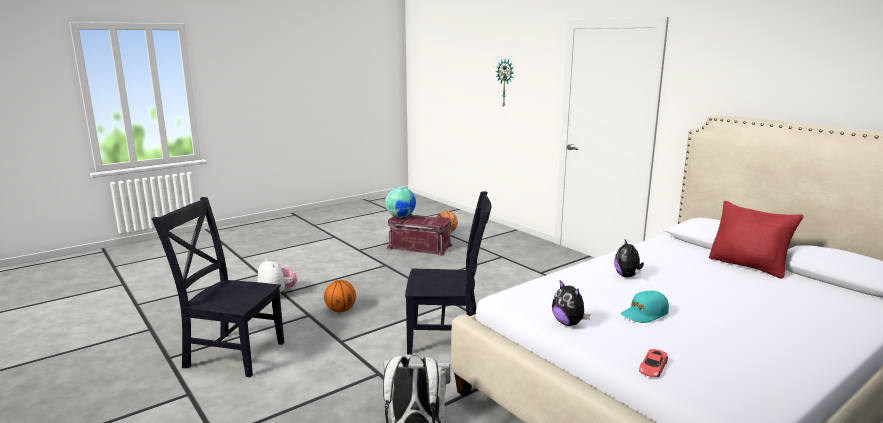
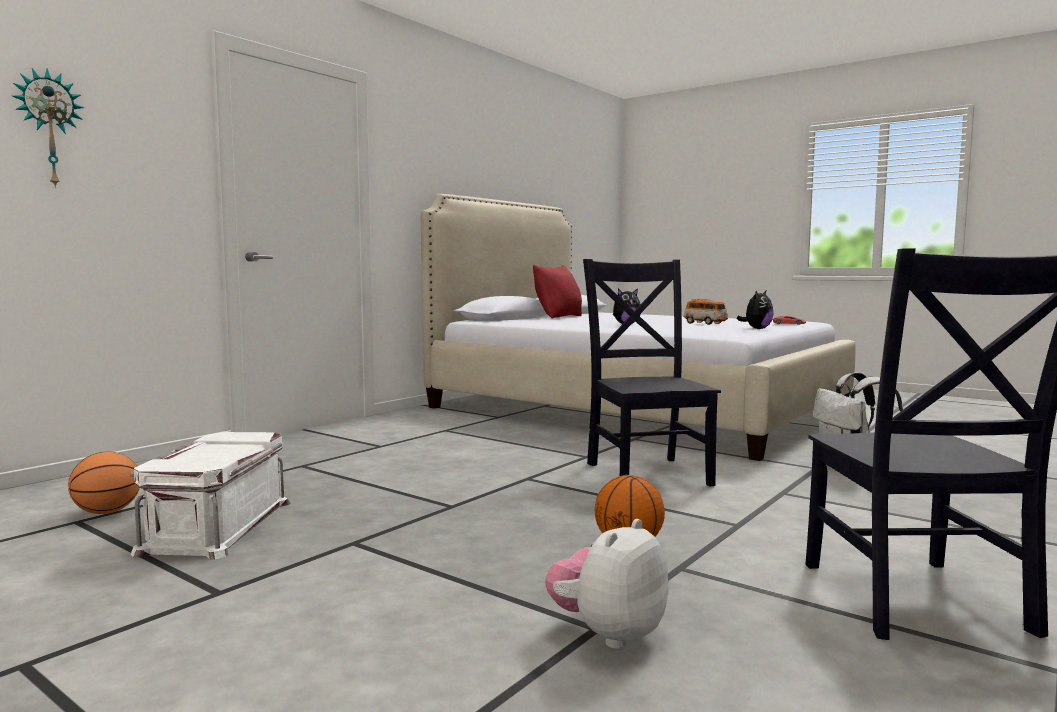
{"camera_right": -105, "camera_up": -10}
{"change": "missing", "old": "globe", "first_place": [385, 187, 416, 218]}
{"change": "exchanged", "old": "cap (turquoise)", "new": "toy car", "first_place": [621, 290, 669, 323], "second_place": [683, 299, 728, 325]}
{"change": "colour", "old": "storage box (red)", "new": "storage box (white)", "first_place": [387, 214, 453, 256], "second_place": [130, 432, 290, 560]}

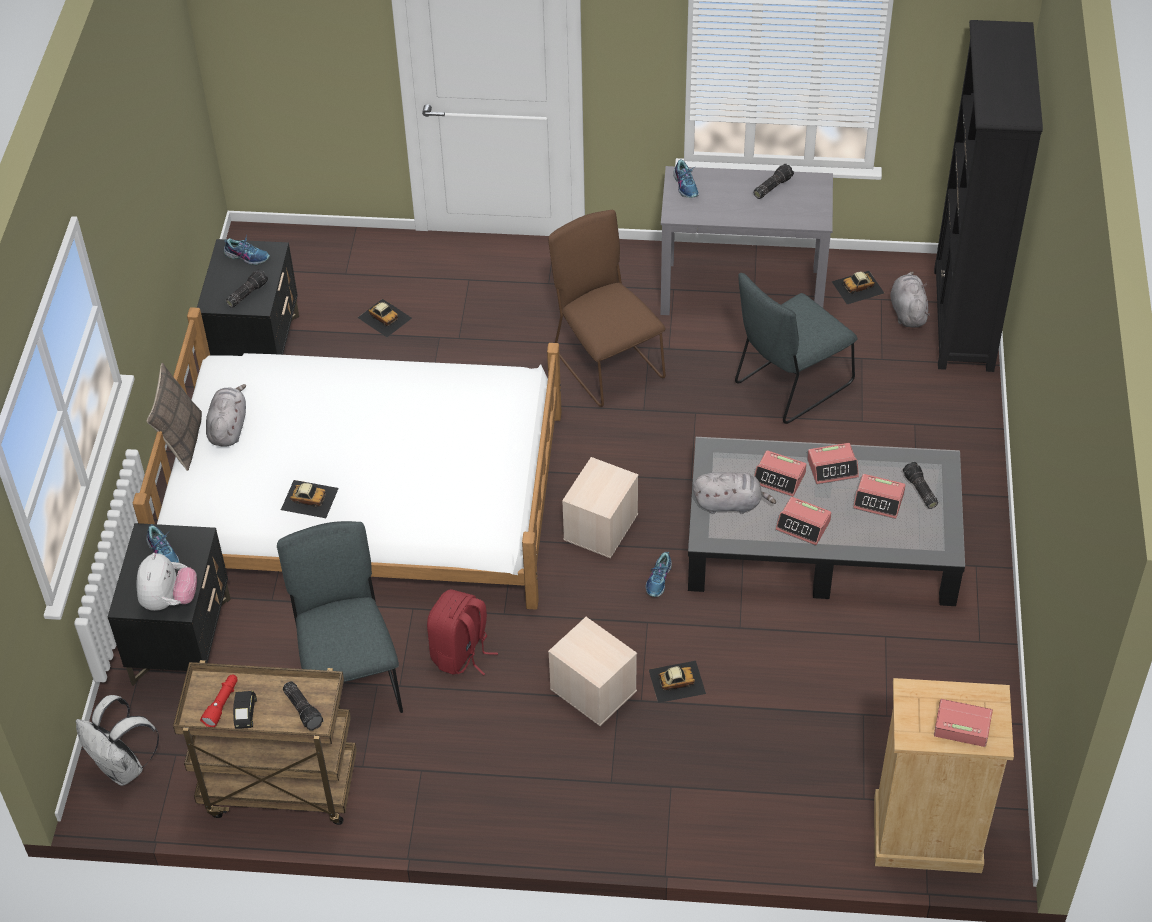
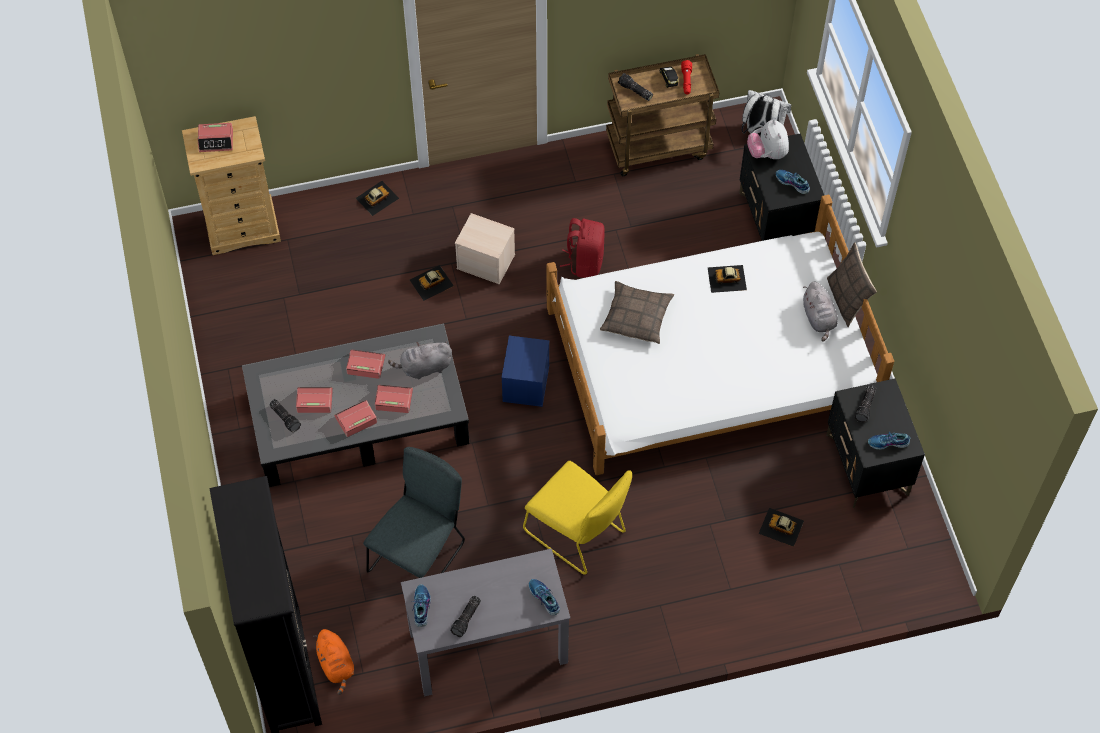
{"camera_right": 160, "camera_up": 10}
{"change": "missing", "old": "chair (grey)", "first_place": [277, 521, 403, 713]}
{"change": "appeared", "new": "pillow", "second_place": [600, 281, 674, 344]}
{"change": "relocated", "old": "shoe", "first_place": [646, 552, 672, 597], "second_place": [411, 584, 431, 627]}
{"change": "relocated", "old": "toy car", "first_place": [831, 271, 885, 304], "second_place": [356, 181, 399, 216]}
{"change": "colour", "old": "chair (brown)", "new": "chair (yellow)", "first_place": [548, 210, 666, 407], "second_place": [523, 461, 632, 575]}
{"change": "colour", "old": "storage box (beige)", "new": "storage box (blue)", "first_place": [562, 457, 638, 558], "second_place": [501, 336, 550, 407]}
{"change": "colour", "old": "plush toy (grey)", "new": "plush toy (orange)", "first_place": [890, 271, 930, 328], "second_place": [313, 629, 354, 695]}

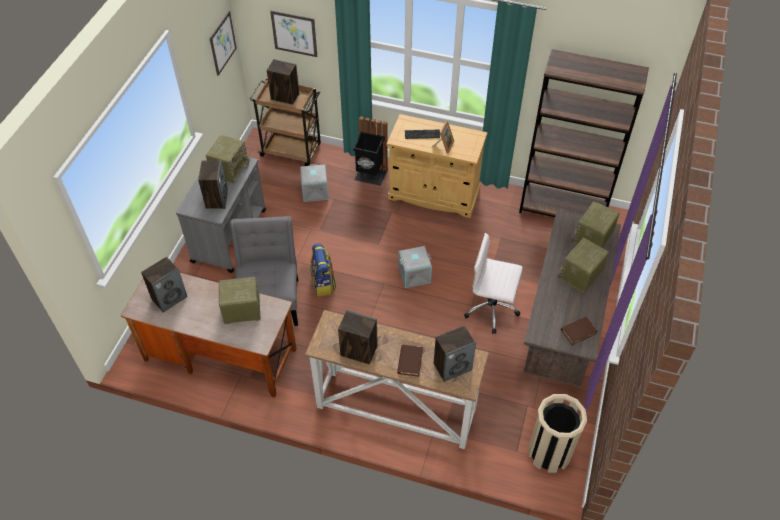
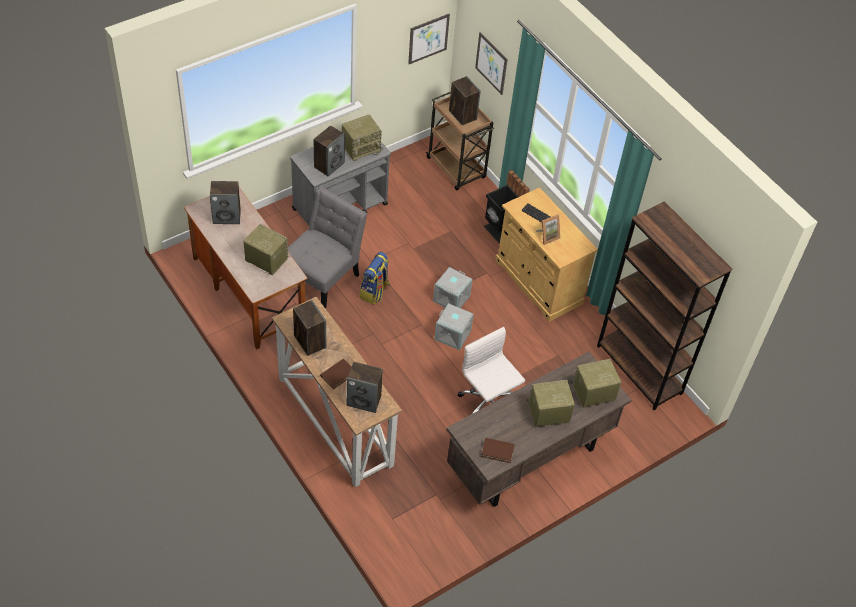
{"camera_right": 35, "camera_up": 0}
{"change": "missing", "old": "trash can (beige)", "first_place": [528, 394, 587, 473]}
{"change": "relocated", "old": "storage box (grey)", "first_place": [300, 164, 329, 202], "second_place": [433, 267, 472, 308]}

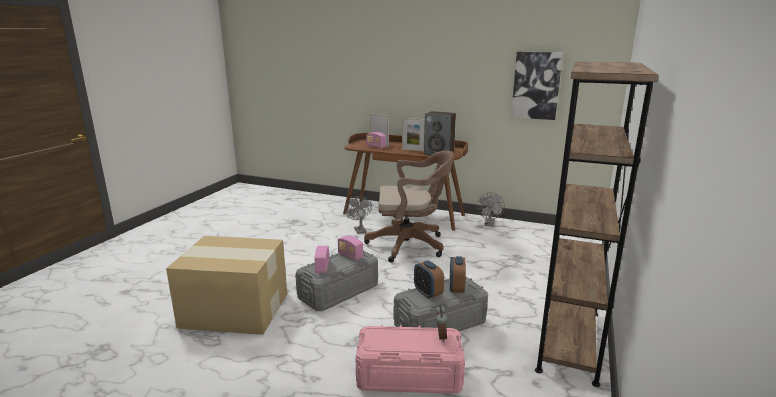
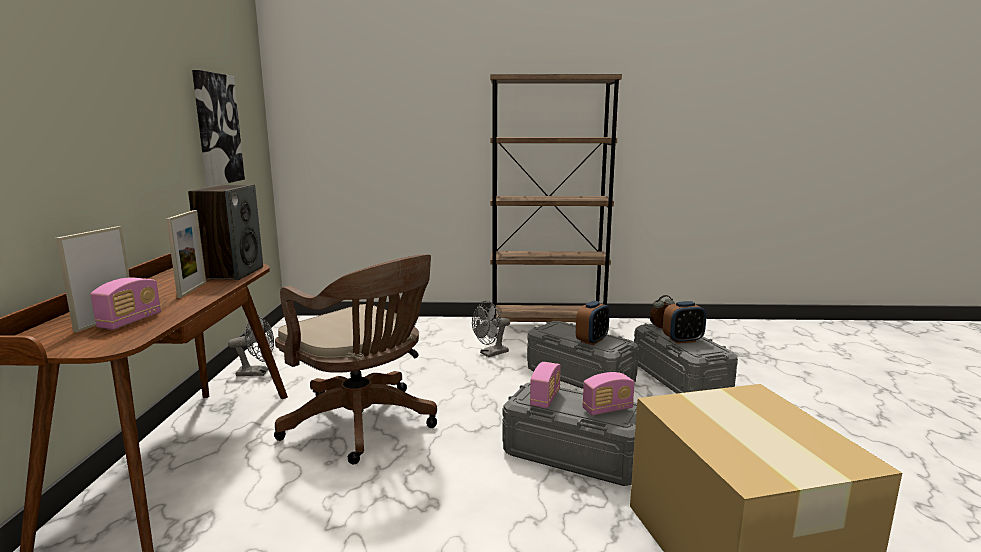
{"camera_right": -110, "camera_up": -5}
{"change": "relocated", "old": "fan (grey)", "first_place": [345, 196, 372, 234], "second_place": [472, 301, 510, 357]}
{"change": "relocated", "old": "alarm clock", "first_place": [450, 256, 466, 293], "second_place": [663, 301, 707, 344]}
{"change": "colour", "old": "storage box (pink)", "new": "storage box (grey)", "first_place": [355, 325, 465, 394], "second_place": [634, 323, 738, 394]}
{"change": "spun", "old": "office chair (brown)", "first_place": [364, 150, 454, 263], "second_place": [274, 254, 437, 464], "degrees": 150}

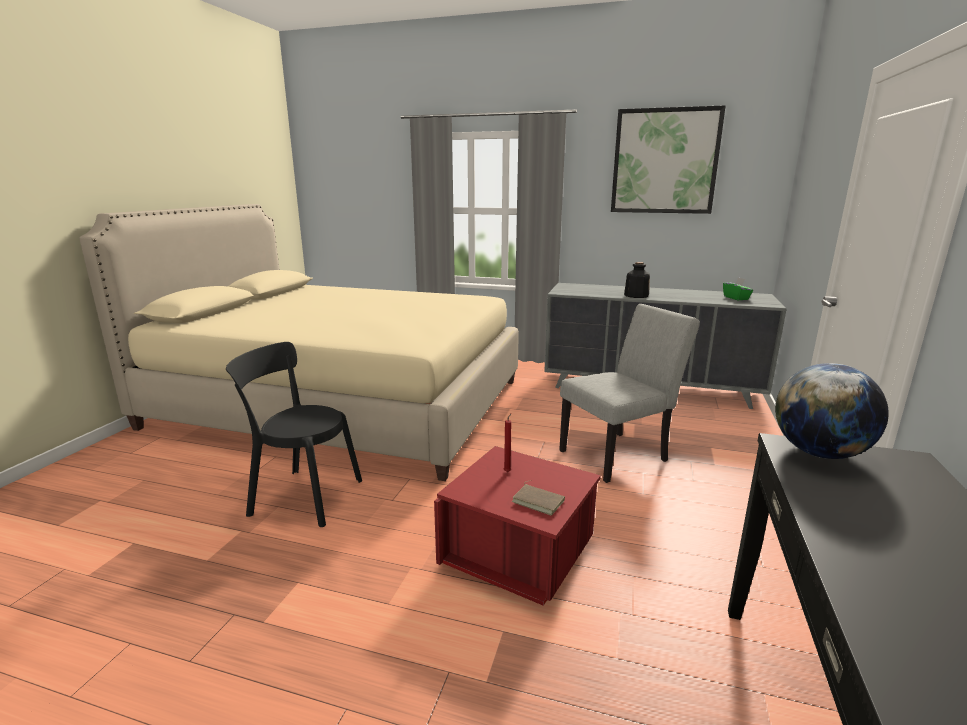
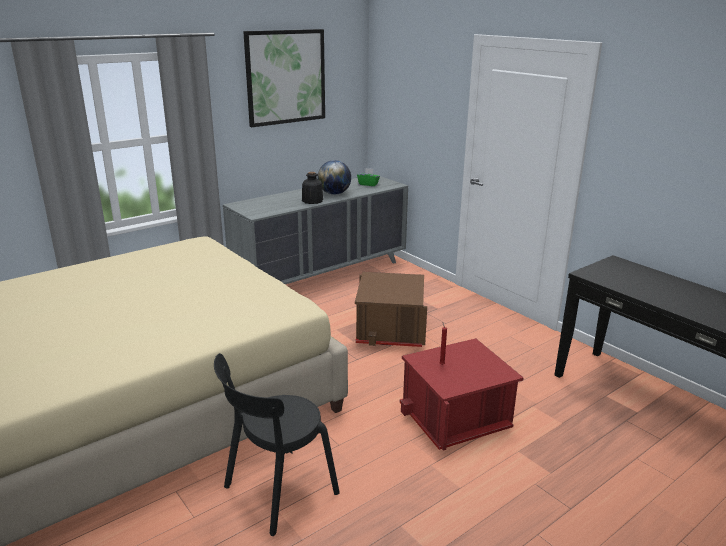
{"camera_right": -55, "camera_up": 5}
{"change": "missing", "old": "book (brown)", "first_place": [512, 480, 565, 516]}
{"change": "relocated", "old": "globe", "first_place": [775, 363, 889, 459], "second_place": [317, 160, 351, 195]}
{"change": "exchanged", "old": "chair (grey)", "new": "storage box (brown)", "first_place": [559, 304, 700, 483], "second_place": [355, 272, 427, 347]}

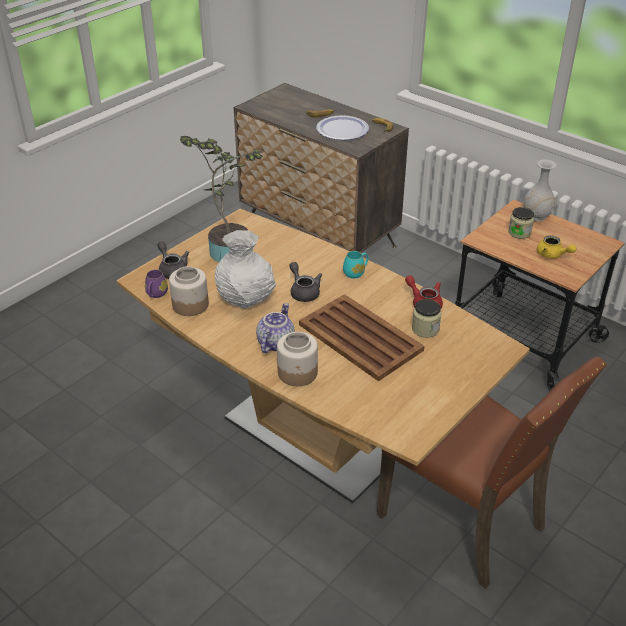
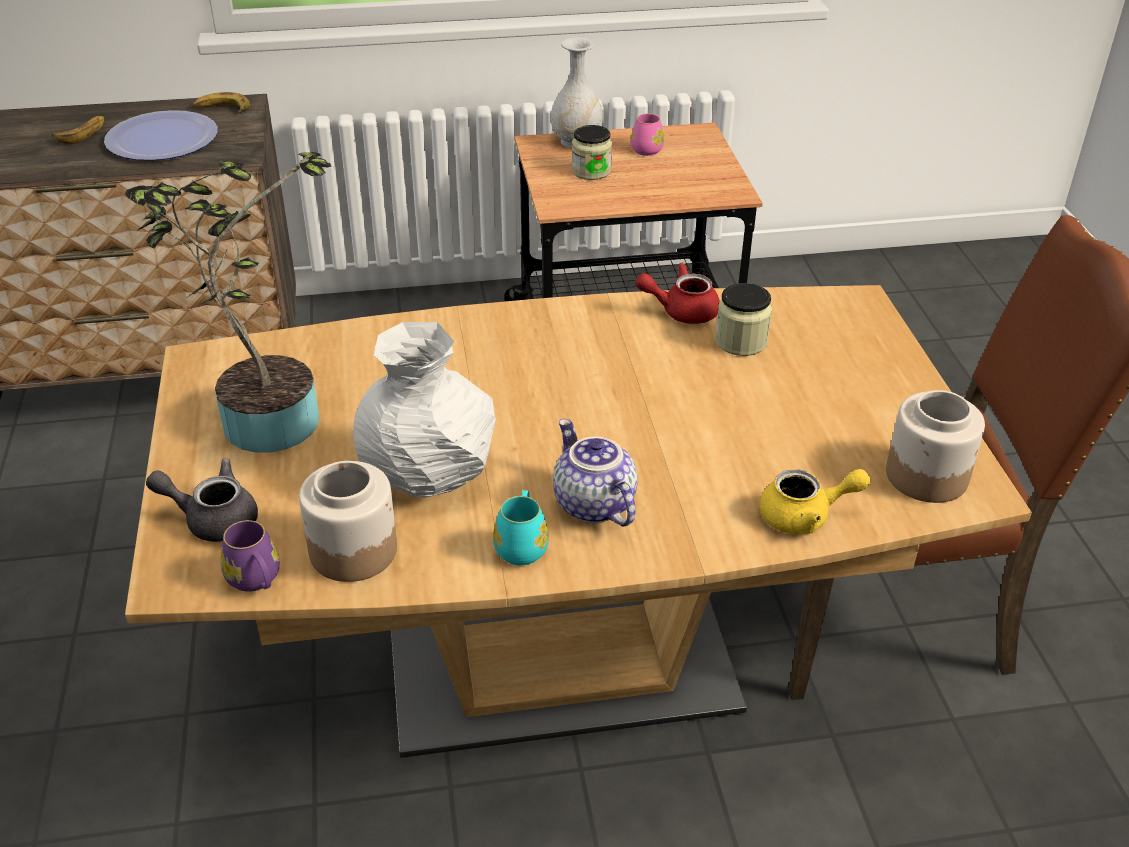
{"camera_right": -50, "camera_up": 0}
{"change": "missing", "old": "teapot (grey)", "first_place": [290, 262, 322, 302]}
{"change": "missing", "old": "tray (brown)", "first_place": [299, 294, 424, 381]}
{"change": "appeared", "new": "mug (pink)", "second_place": [631, 113, 664, 156]}
{"change": "relocated", "old": "jar", "first_place": [277, 332, 318, 386], "second_place": [886, 390, 985, 503]}
{"change": "relocated", "old": "mug (turquoise)", "first_place": [343, 251, 369, 278], "second_place": [493, 490, 549, 565]}
{"change": "relocated", "old": "teapot (yellow)", "first_place": [537, 235, 577, 259], "second_place": [759, 469, 870, 534]}

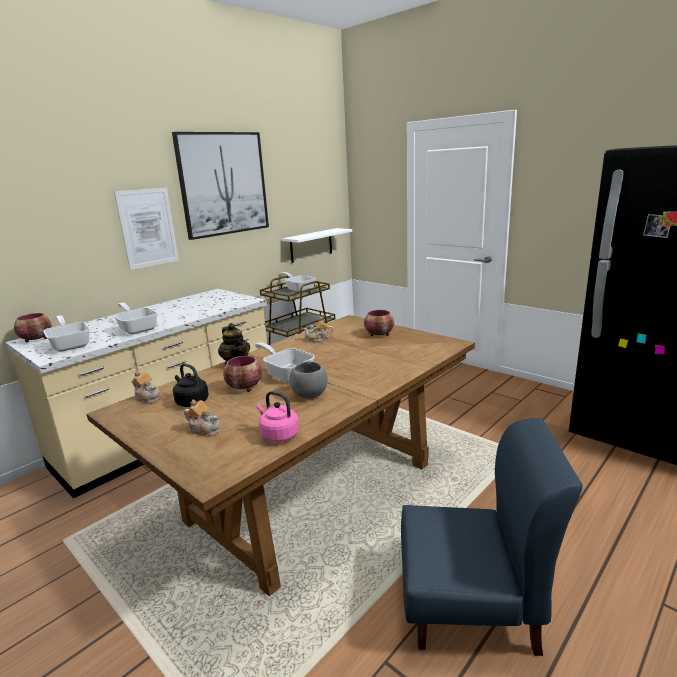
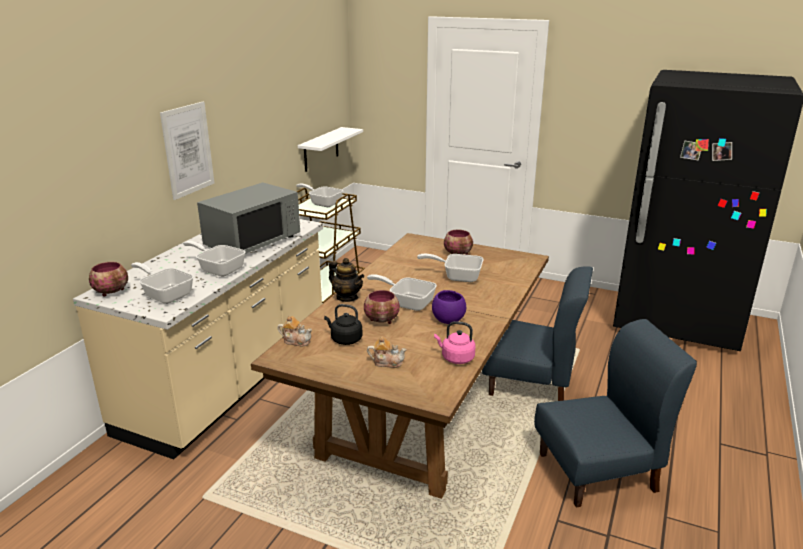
{"camera_right": -20, "camera_up": 5}
{"change": "missing", "old": "picture", "first_place": [172, 132, 269, 240]}
{"change": "missing", "old": "teapot", "first_place": [303, 317, 333, 343]}
{"change": "appeared", "new": "microwave (grey)", "second_place": [197, 182, 300, 254]}
{"change": "appeared", "new": "frying pan", "second_place": [417, 254, 484, 282]}
{"change": "appeared", "new": "chair (blue)", "second_place": [482, 266, 593, 401]}
{"change": "colour", "old": "bowl (grey)", "new": "bowl (purple)", "first_place": [289, 361, 328, 399], "second_place": [432, 290, 466, 324]}

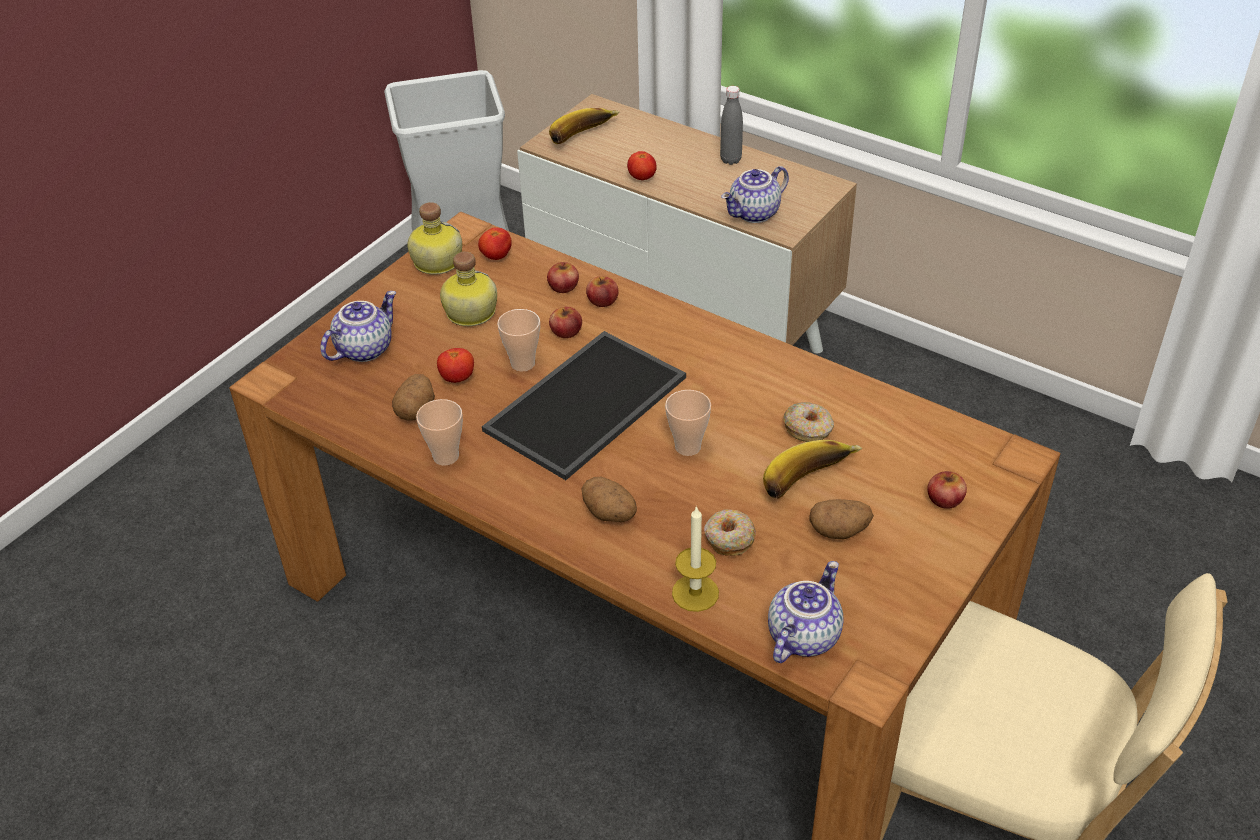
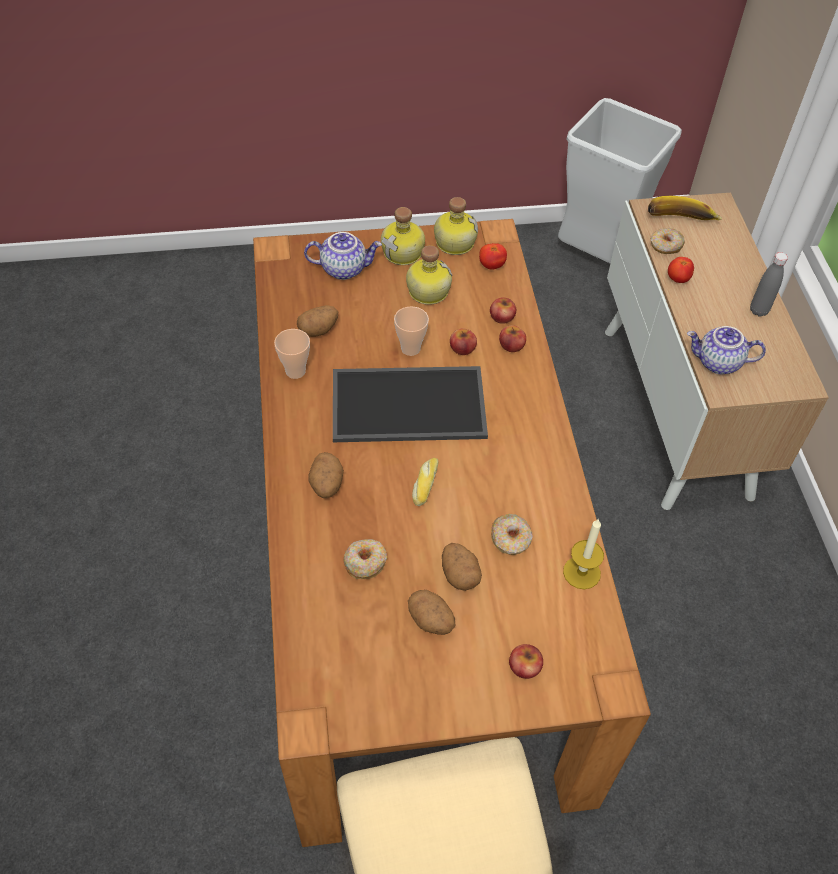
{"camera_right": 45, "camera_up": 10}
{"change": "missing", "old": "tomato", "first_place": [437, 348, 474, 383]}
{"change": "missing", "old": "teapot", "first_place": [768, 561, 844, 663]}
{"change": "appeared", "new": "bottle", "second_place": [381, 207, 425, 265]}
{"change": "appeared", "new": "donut", "second_place": [651, 228, 685, 254]}
{"change": "relocated", "old": "candle", "first_place": [672, 506, 719, 612], "second_place": [563, 519, 604, 589]}
{"change": "exchanged", "old": "cup", "new": "bread", "first_place": [665, 390, 711, 456], "second_place": [412, 458, 438, 506]}
{"change": "exchanged", "old": "banana", "new": "potato", "first_place": [763, 440, 863, 499], "second_place": [442, 543, 482, 591]}

